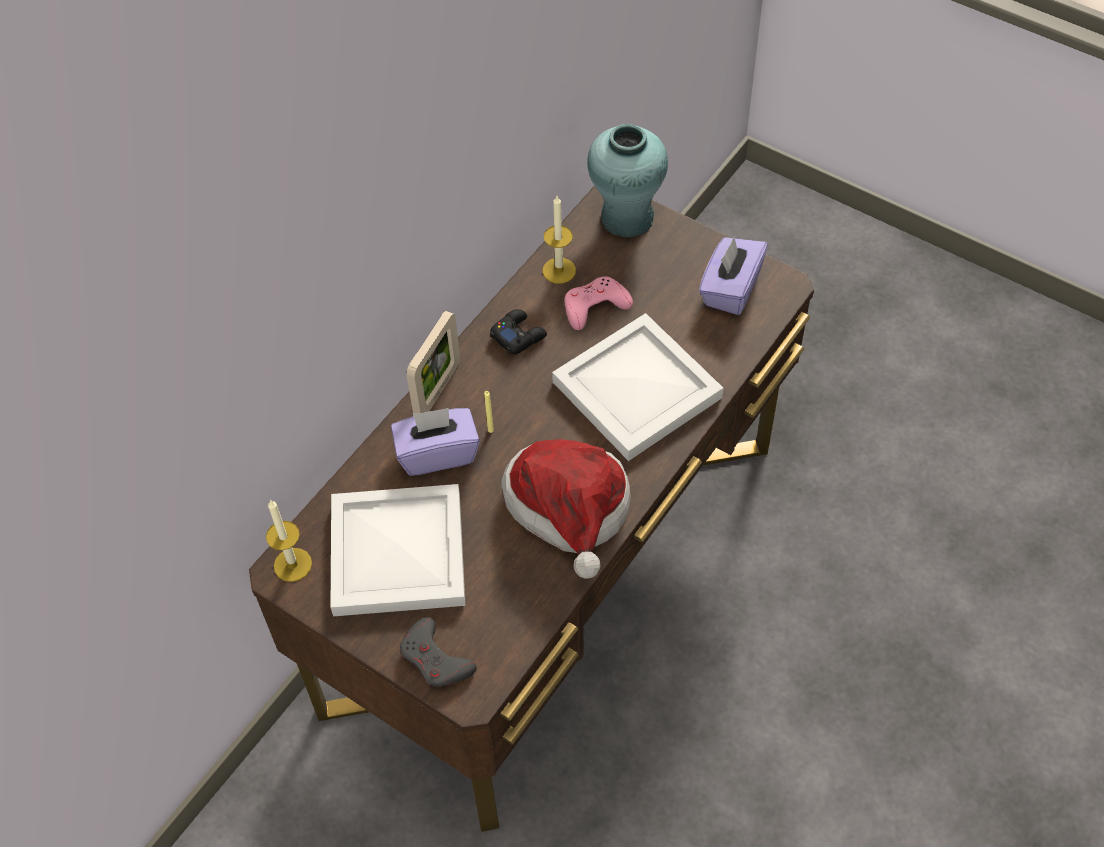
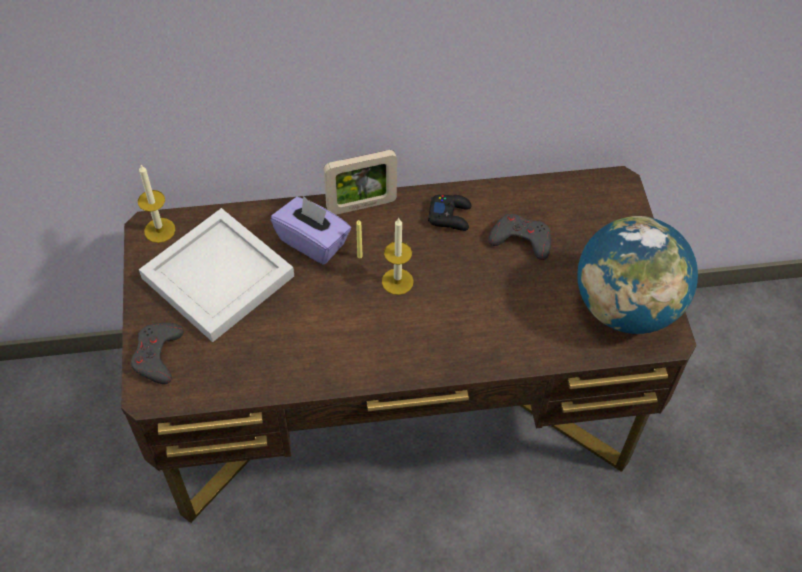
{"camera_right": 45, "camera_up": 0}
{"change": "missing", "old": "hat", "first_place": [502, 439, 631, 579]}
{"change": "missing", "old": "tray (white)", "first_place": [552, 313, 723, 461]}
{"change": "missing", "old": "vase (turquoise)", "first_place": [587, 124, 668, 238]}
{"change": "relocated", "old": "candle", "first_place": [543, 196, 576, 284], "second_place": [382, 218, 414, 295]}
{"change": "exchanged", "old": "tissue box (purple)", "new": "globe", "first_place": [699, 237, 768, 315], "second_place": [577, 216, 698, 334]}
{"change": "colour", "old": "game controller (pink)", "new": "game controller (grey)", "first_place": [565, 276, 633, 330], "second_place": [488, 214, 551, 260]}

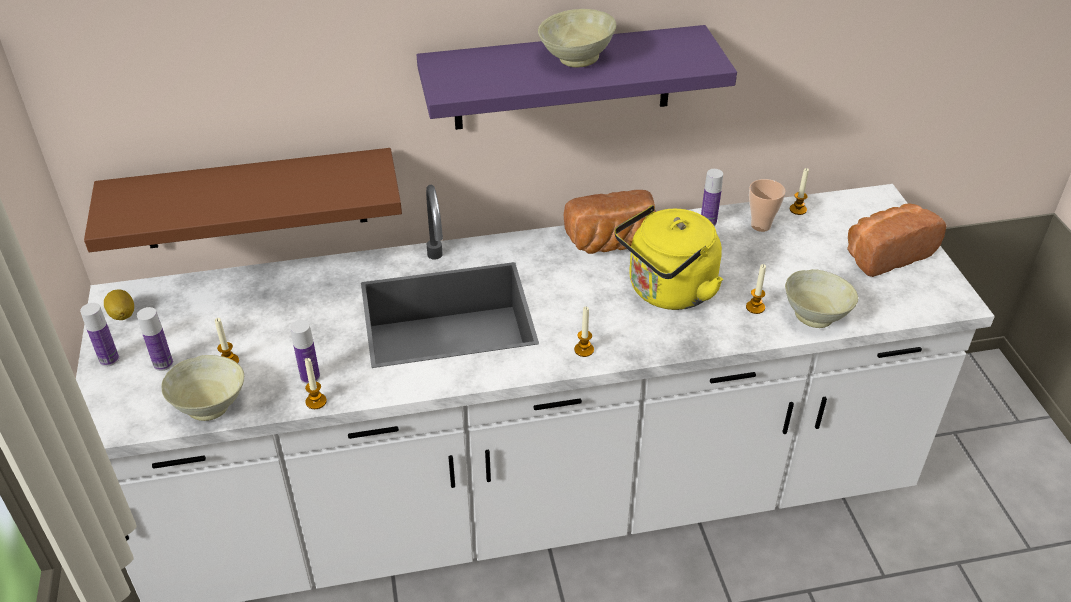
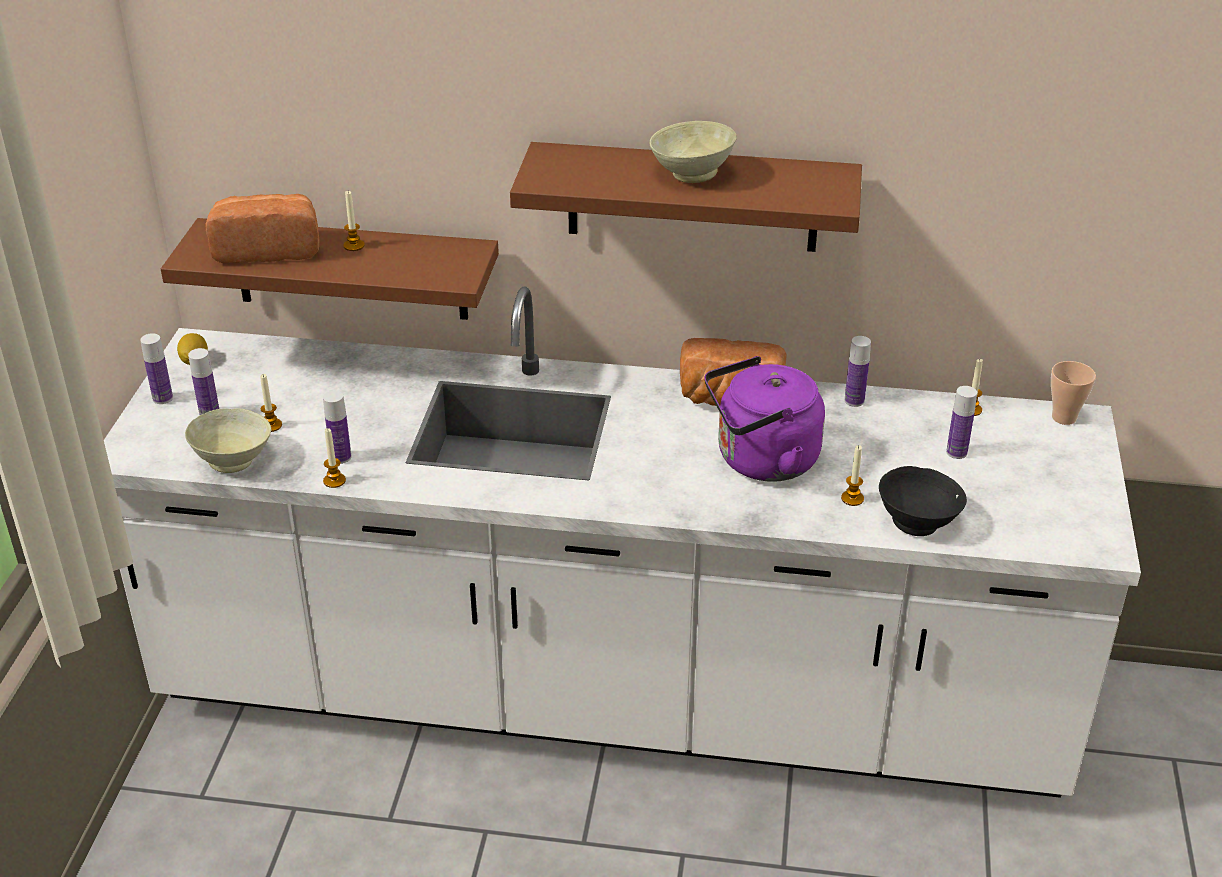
{"camera_right": 20, "camera_up": -5}
{"change": "appeared", "new": "bottle", "second_place": [946, 386, 977, 459]}
{"change": "relocated", "old": "candle", "first_place": [574, 306, 594, 357], "second_place": [343, 191, 365, 251]}
{"change": "relocated", "old": "cup", "first_place": [749, 179, 786, 232], "second_place": [1051, 361, 1096, 425]}
{"change": "relocated", "old": "bread", "first_place": [847, 203, 946, 277], "second_place": [205, 194, 320, 263]}
{"change": "colour", "old": "shelf (purple)", "new": "shelf (brown)", "first_place": [417, 25, 737, 130], "second_place": [510, 142, 862, 252]}
{"change": "colour", "old": "kettle (yellow)", "new": "kettle (purple)", "first_place": [614, 205, 723, 310], "second_place": [704, 356, 825, 482]}
{"change": "colour", "old": "bowl (beige)", "new": "bowl (black)", "first_place": [785, 269, 858, 328], "second_place": [879, 466, 967, 536]}

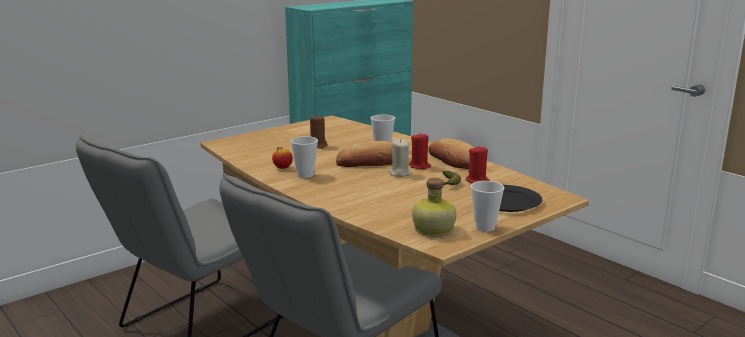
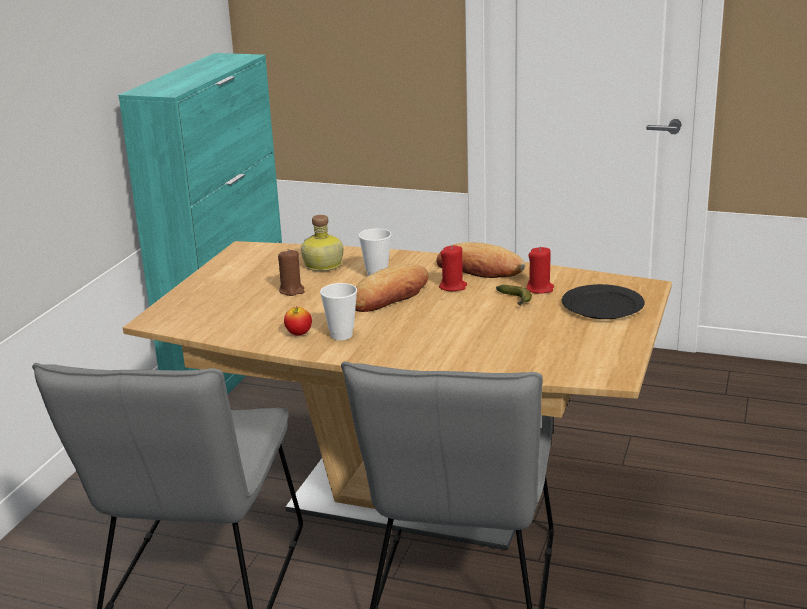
{"camera_right": -30, "camera_up": 5}
{"change": "missing", "old": "candle (beige)", "first_place": [389, 139, 410, 177]}
{"change": "missing", "old": "cup", "first_place": [471, 181, 504, 231]}
{"change": "relocated", "old": "bottle", "first_place": [412, 178, 456, 237], "second_place": [301, 215, 344, 271]}

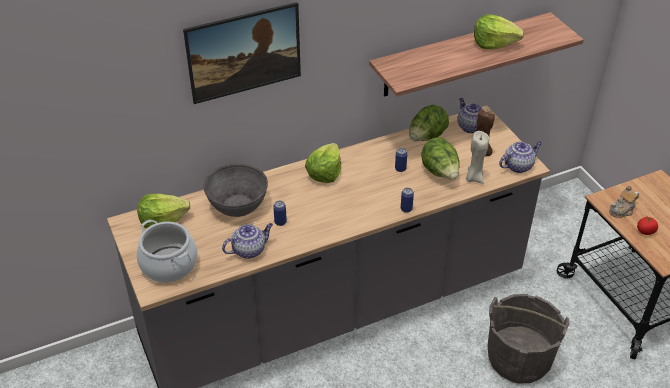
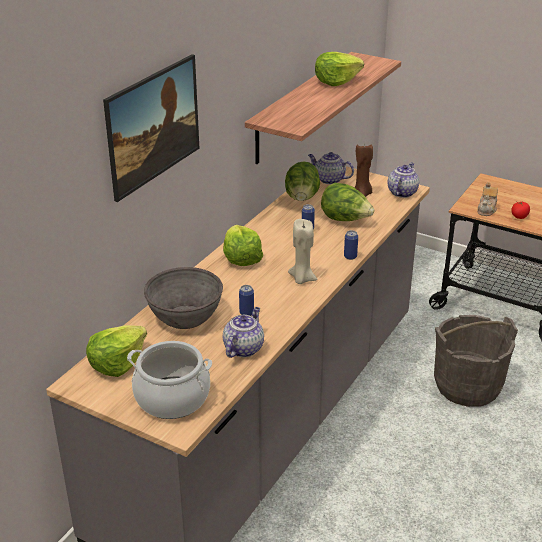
{"camera_right": -35, "camera_up": -10}
{"change": "relocated", "old": "candle (beige)", "first_place": [466, 131, 489, 184], "second_place": [288, 219, 317, 284]}

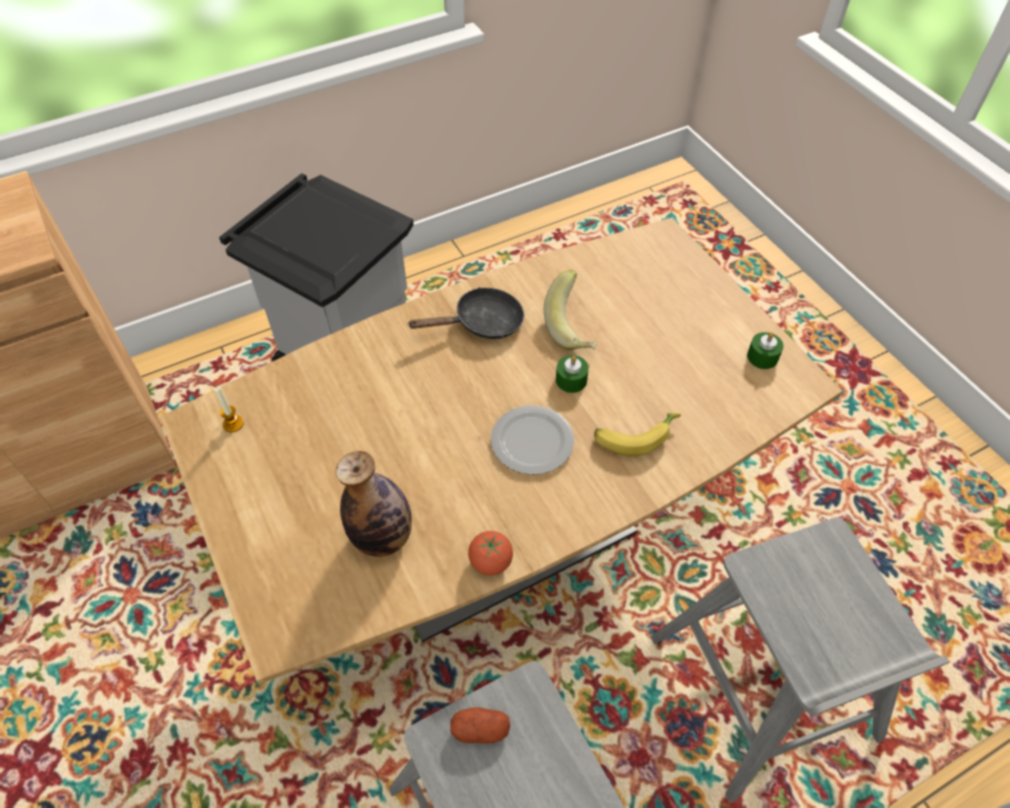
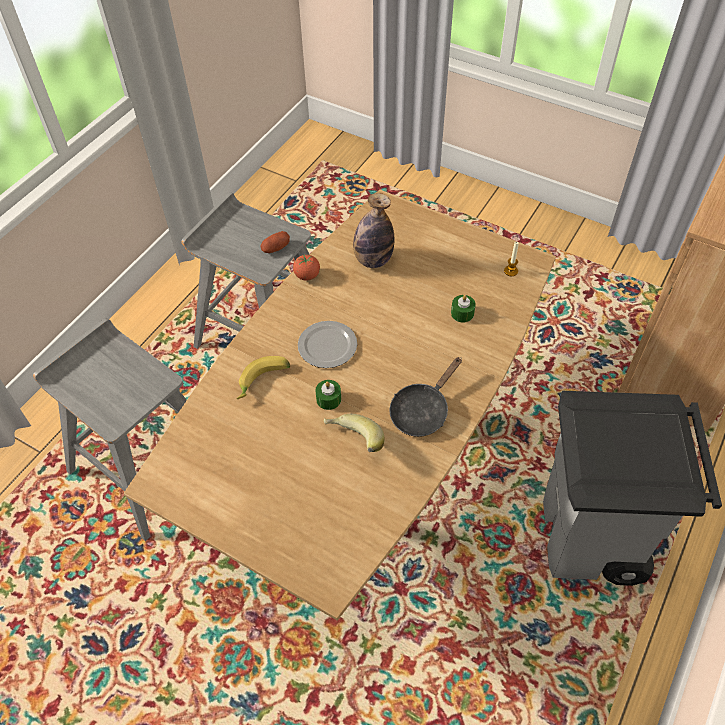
{"camera_right": 150, "camera_up": 0}
{"change": "relocated", "old": "candle (green)", "first_place": [747, 332, 784, 369], "second_place": [451, 295, 476, 323]}

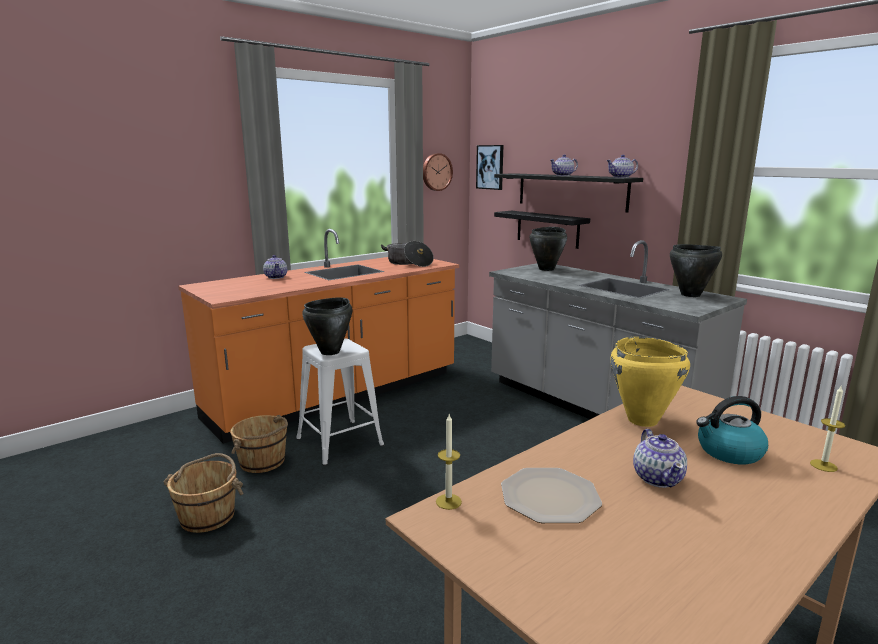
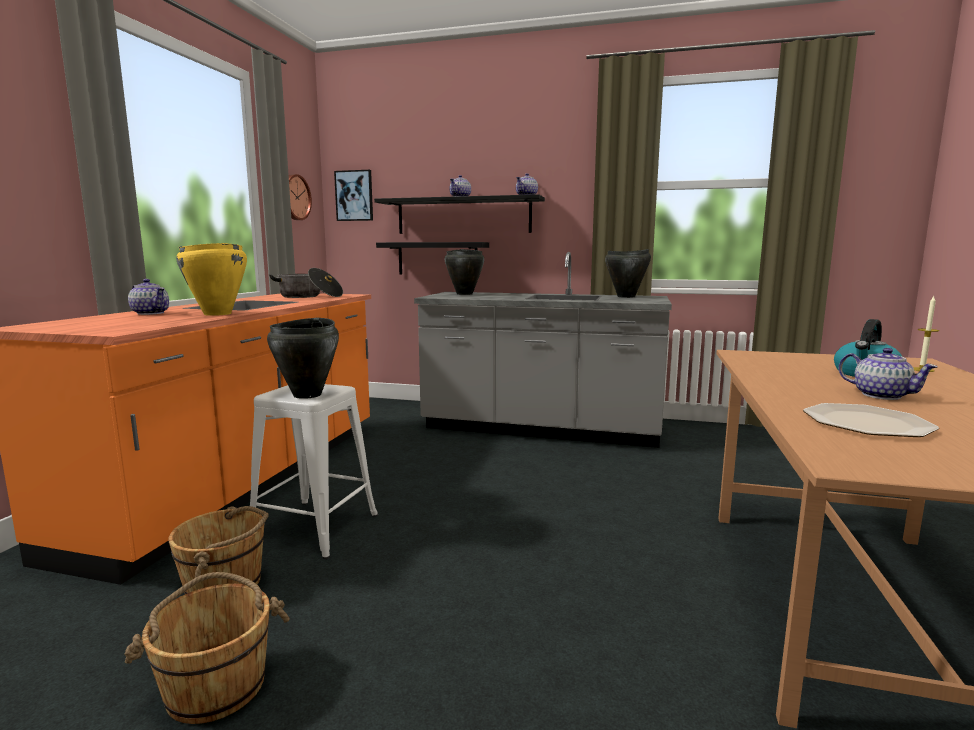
{"camera_right": -35, "camera_up": -5}
{"change": "missing", "old": "candle", "first_place": [436, 414, 462, 510]}
{"change": "relocated", "old": "cooking pot (yellow)", "first_place": [611, 337, 690, 427], "second_place": [176, 243, 247, 316]}

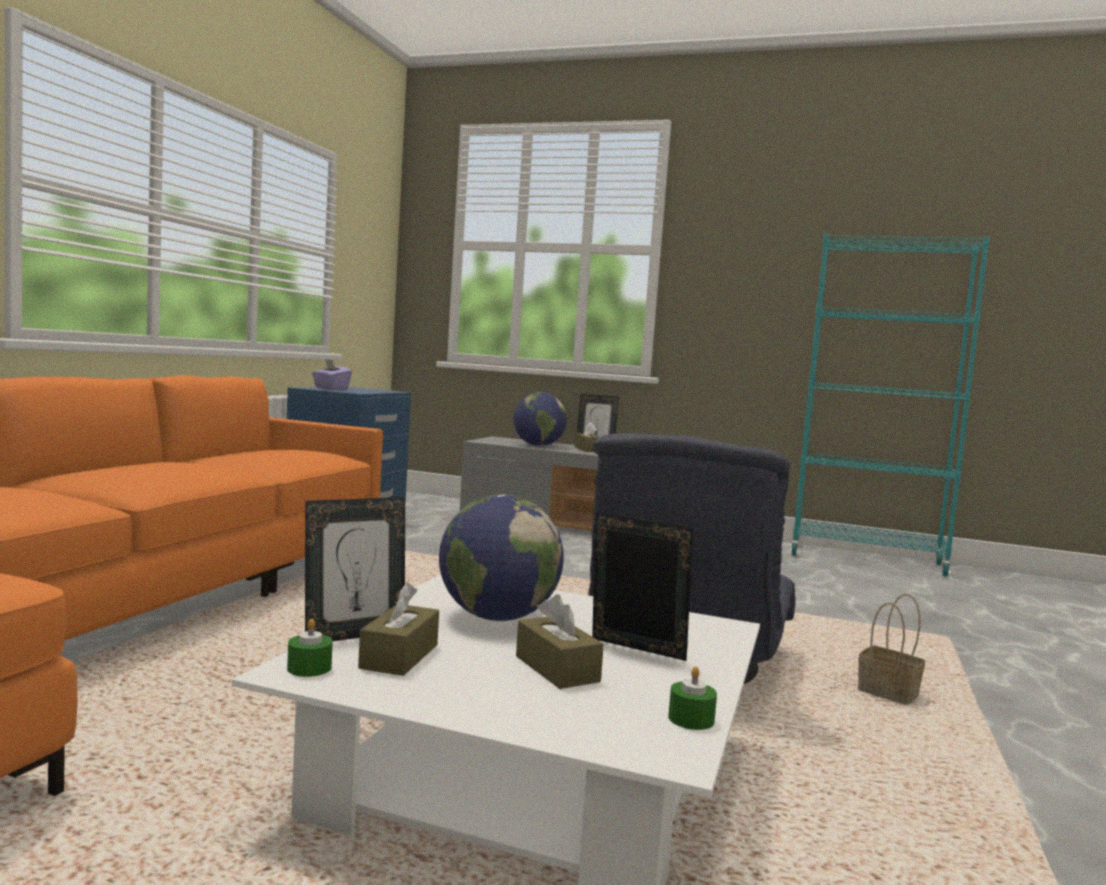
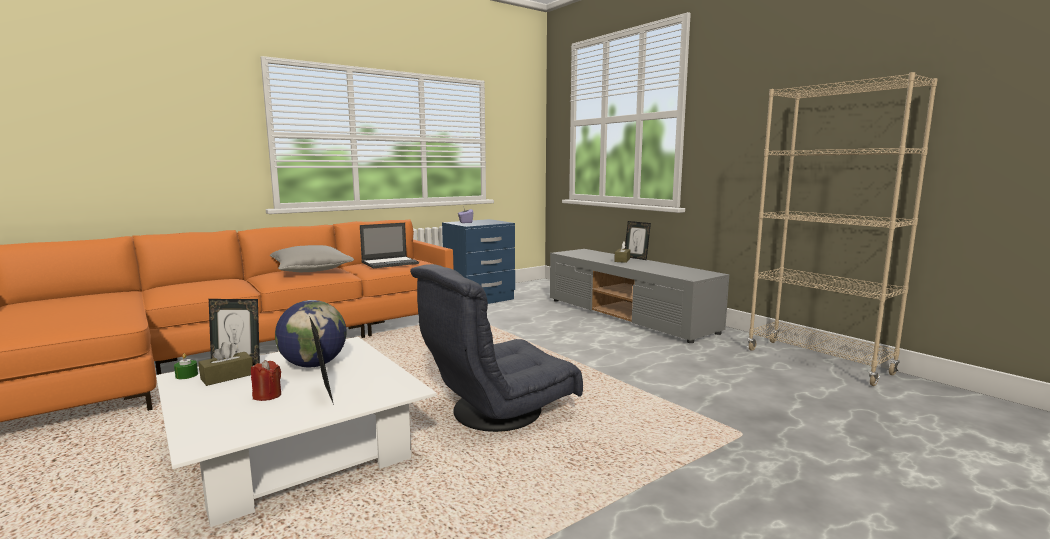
{"camera_right": 35, "camera_up": 5}
{"change": "missing", "old": "globe", "first_place": [514, 392, 567, 446]}
{"change": "missing", "old": "candle (green)", "first_place": [668, 666, 717, 730]}
{"change": "missing", "old": "basket", "first_place": [858, 594, 925, 705]}
{"change": "appeared", "new": "pillow (grey)", "second_place": [270, 245, 354, 272]}
{"change": "appeared", "new": "laptop", "second_place": [360, 223, 419, 268]}
{"change": "exchanged", "old": "tissue box (brown)", "new": "candle (red)", "first_place": [516, 594, 604, 689], "second_place": [251, 360, 281, 401]}
{"change": "colour", "old": "bookcase (turquoise)", "new": "bookcase (beige)", "first_place": [790, 234, 990, 577], "second_place": [748, 72, 938, 386]}

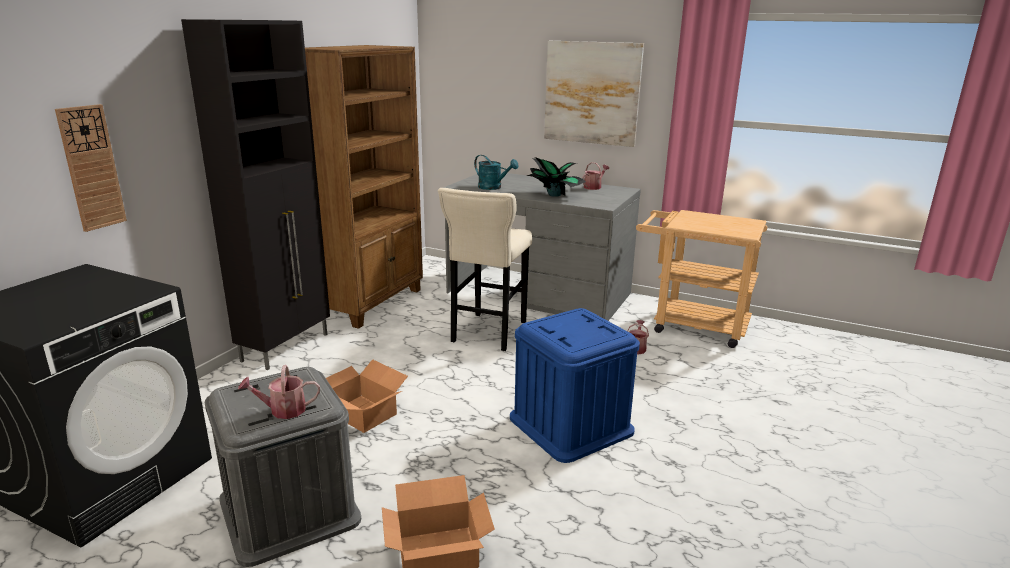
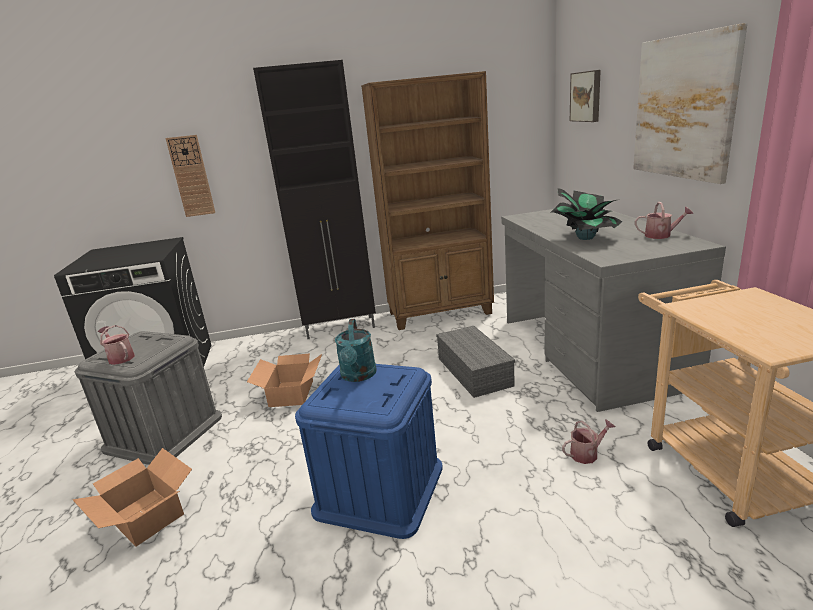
{"camera_right": 55, "camera_up": 0}
{"change": "appeared", "new": "picture", "second_place": [570, 70, 601, 122]}
{"change": "relocated", "old": "watering can (turquoise)", "first_place": [474, 155, 519, 190], "second_place": [335, 319, 376, 382]}
{"change": "exchanged", "old": "stool (beige)", "new": "storage box (grey)", "first_place": [438, 188, 532, 351], "second_place": [436, 326, 515, 398]}

